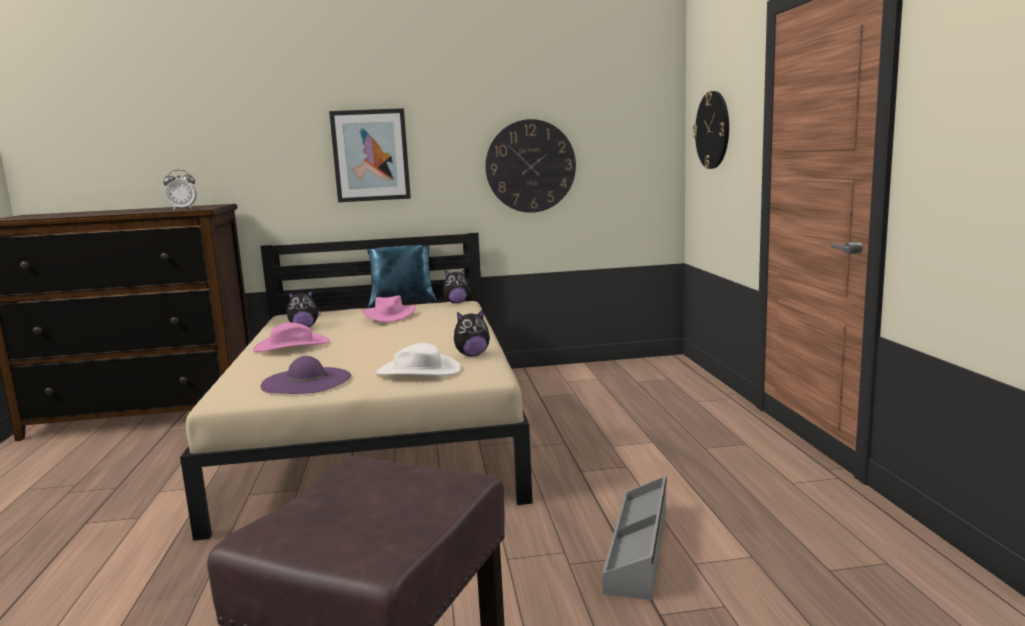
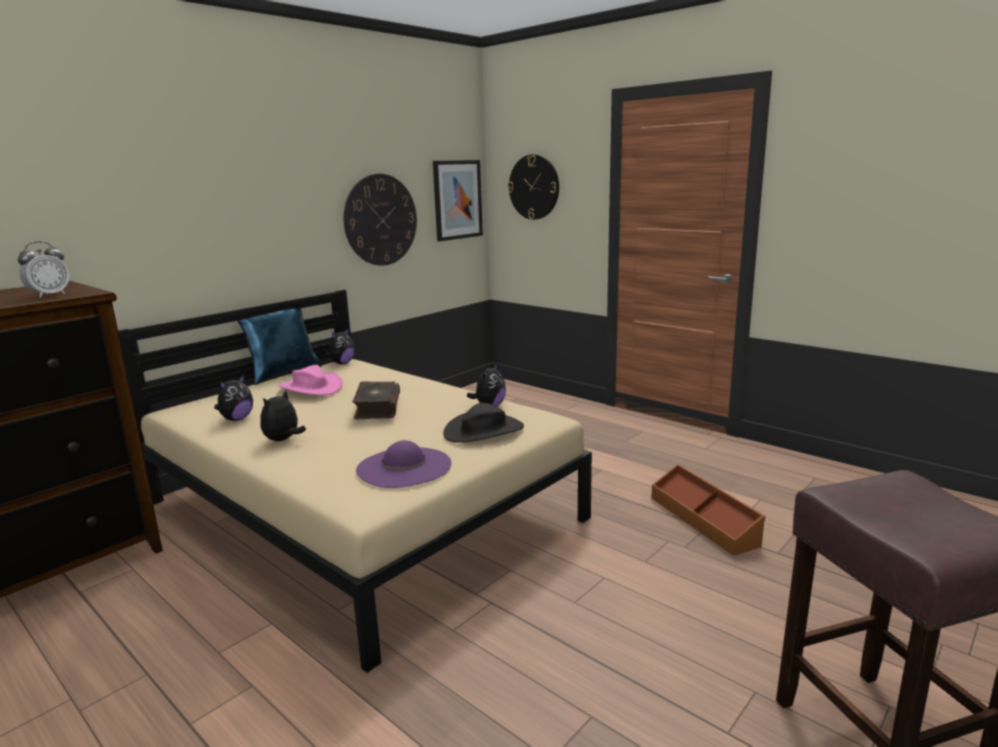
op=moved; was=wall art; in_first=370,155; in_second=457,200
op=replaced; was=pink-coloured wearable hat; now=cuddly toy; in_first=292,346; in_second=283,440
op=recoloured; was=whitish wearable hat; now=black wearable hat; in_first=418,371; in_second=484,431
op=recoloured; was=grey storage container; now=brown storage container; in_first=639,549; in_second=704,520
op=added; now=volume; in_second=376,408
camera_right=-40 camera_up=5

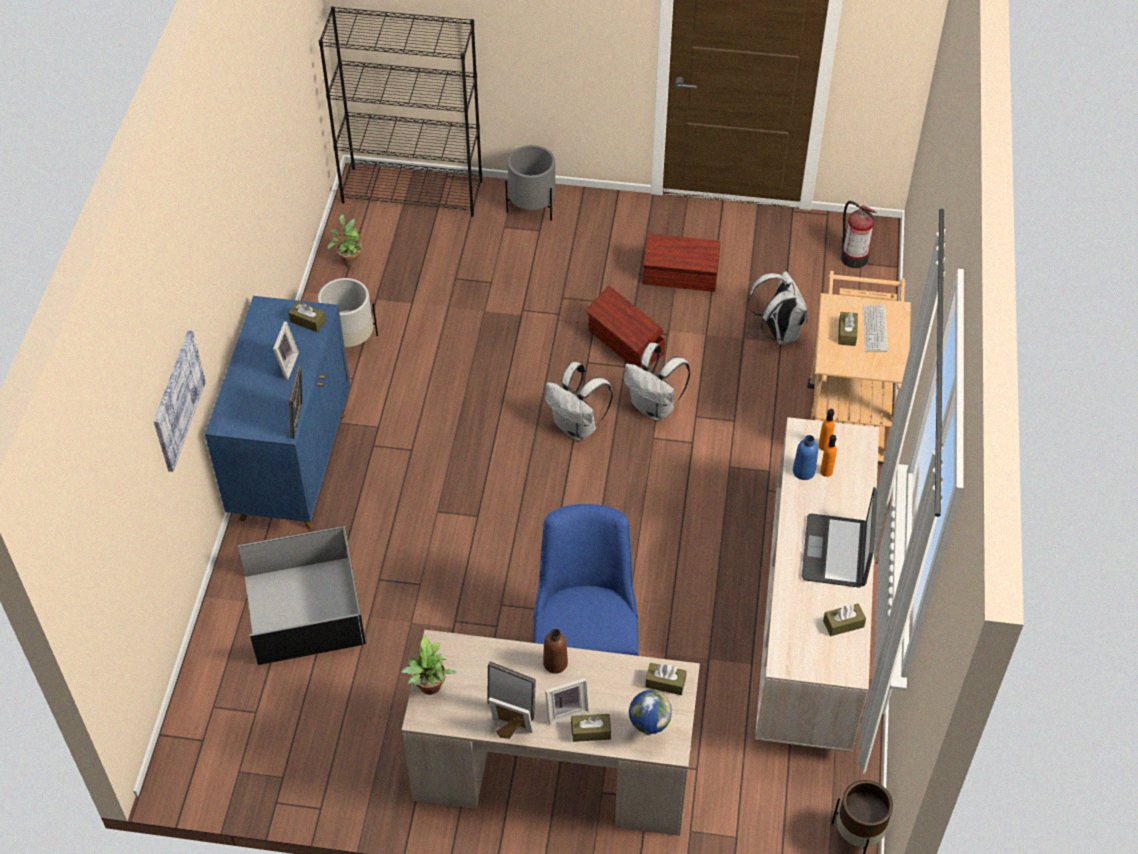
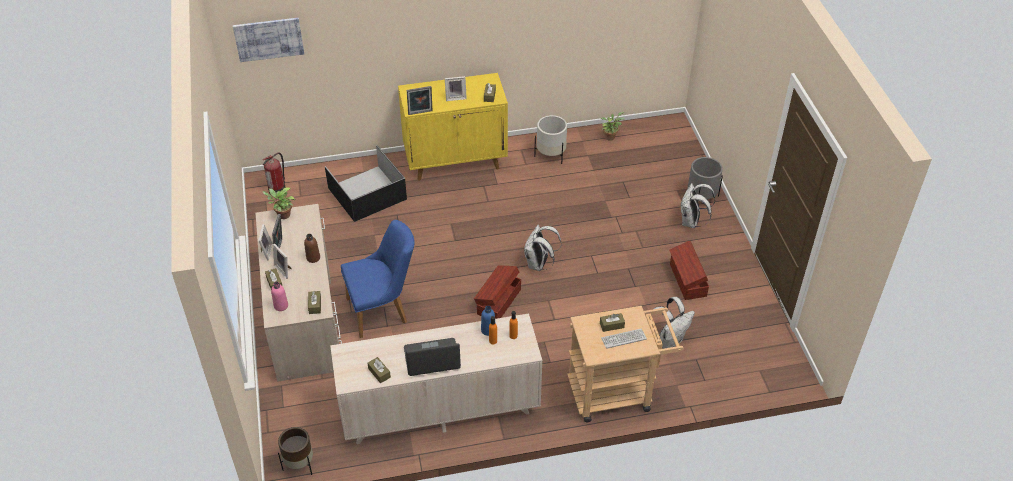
op=removed; was=black bookshelf; in_first=413,191
op=moved; was=extinguisher; in_first=853,257; in_second=278,189
op=moved; was=brown storage container; in_first=625,343; in_second=498,302
op=recoloured; was=blue storage cabinet; now=yellowish storage cabinet; in_first=293,465; in_second=456,161
op=moved; was=wall art; in_first=177,400; in_second=269,39
op=moved; was=whitish rucksack; in_first=654,407; in_second=691,222
op=replaced; was=globe; now=pink-coloured bottle; in_first=648,732; in_second=281,306
camera_right=70 camera_up=-5

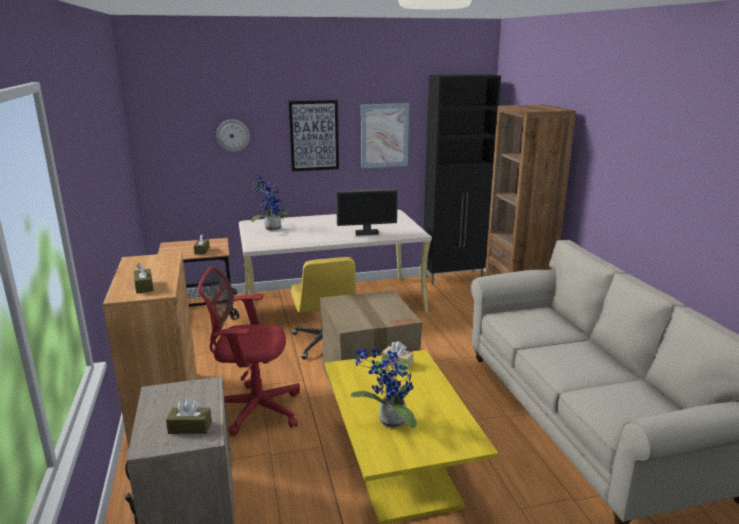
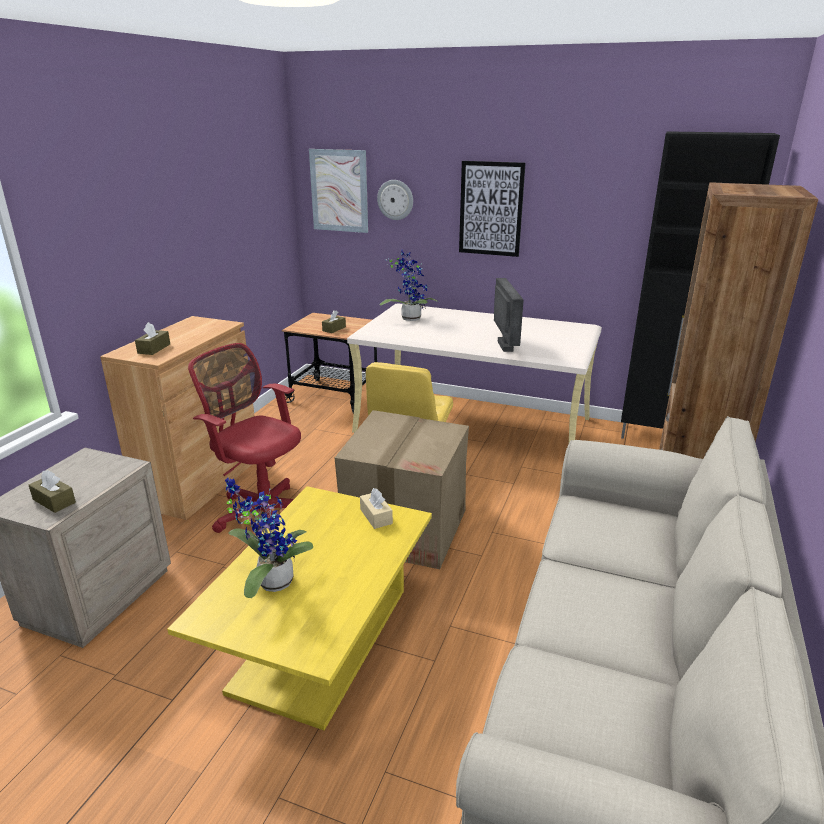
op=moved; was=wall art; in_first=384,135; in_second=339,191
op=turned; was=computer display; in_first=366,233; in_second=504,346; clockwise=-120
camera_right=35 camera_up=5

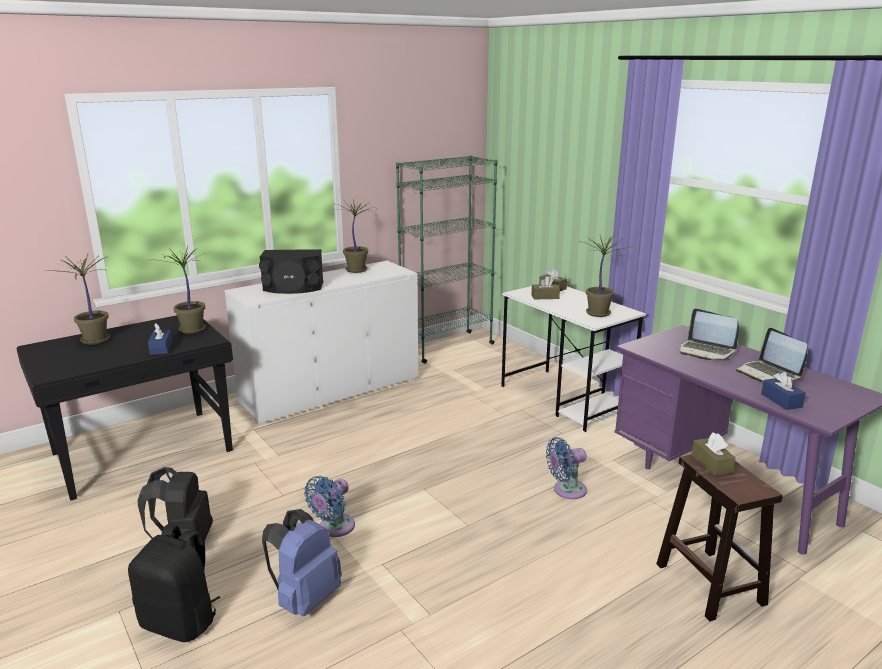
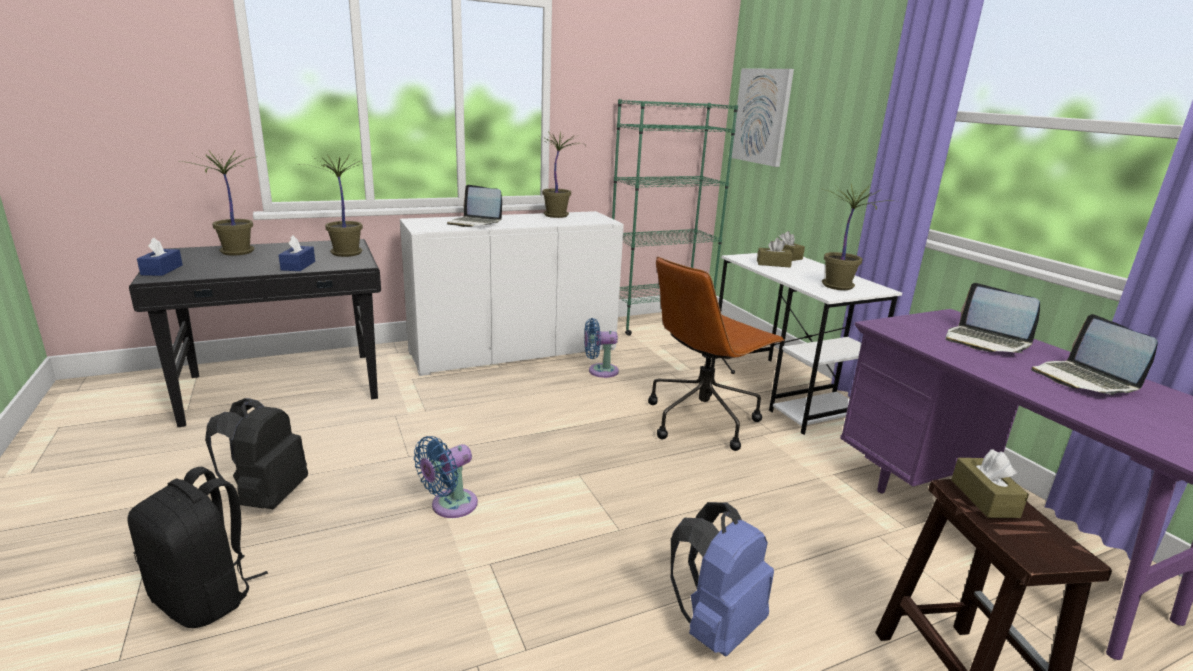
op=replaced; was=black audio speaker; now=laptop; in_first=293,287; in_second=475,223
op=moved; was=blue tissue box; in_first=781,400; in_second=162,270
op=moved; was=blue fan; in_first=566,490; in_second=599,371
op=moved; was=blue rucksack; in_first=305,598; in_second=716,626
op=added; now=wall art; in_second=762,116
op=added; now=brown computer chair; in_second=702,420
camera_right=10 camera_up=0

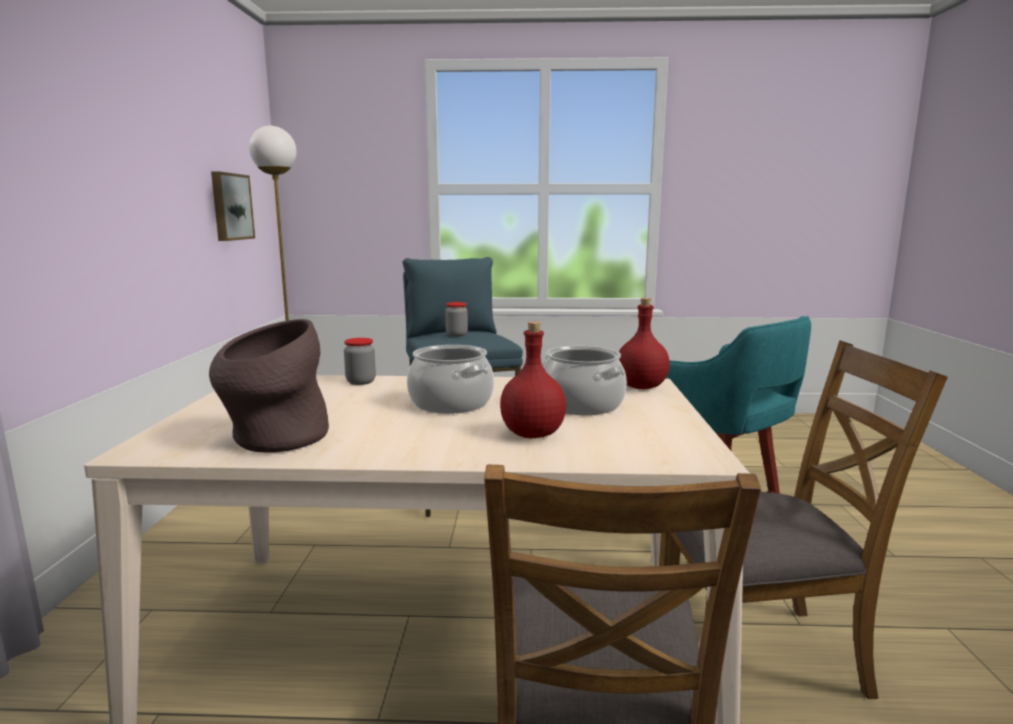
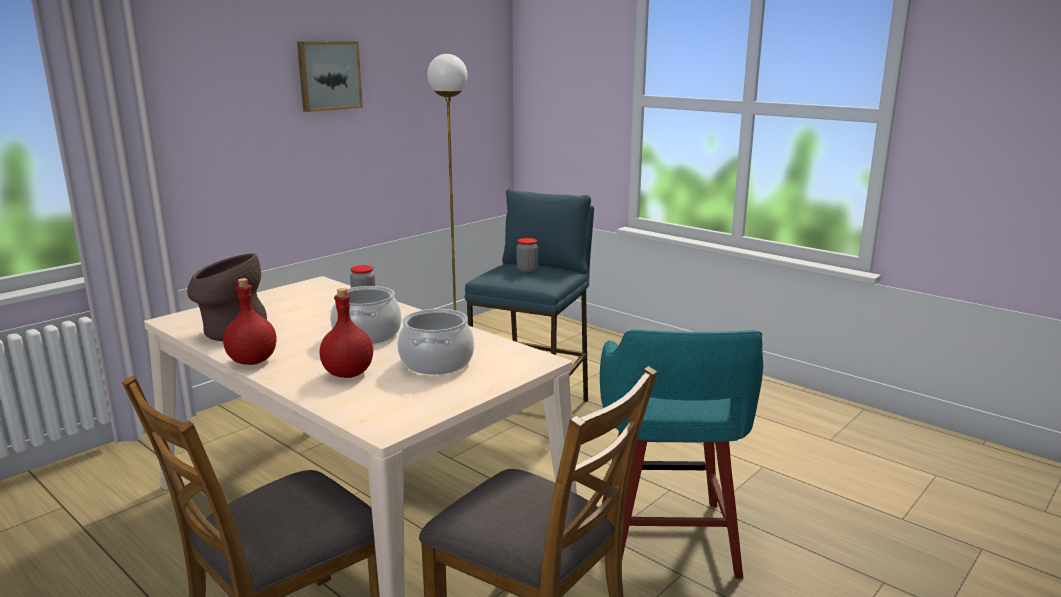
op=moved; was=wall art; in_first=230,207; in_second=328,75
op=moved; was=red bottle; in_first=640,387; in_second=252,361
camera_right=40 camera_up=5

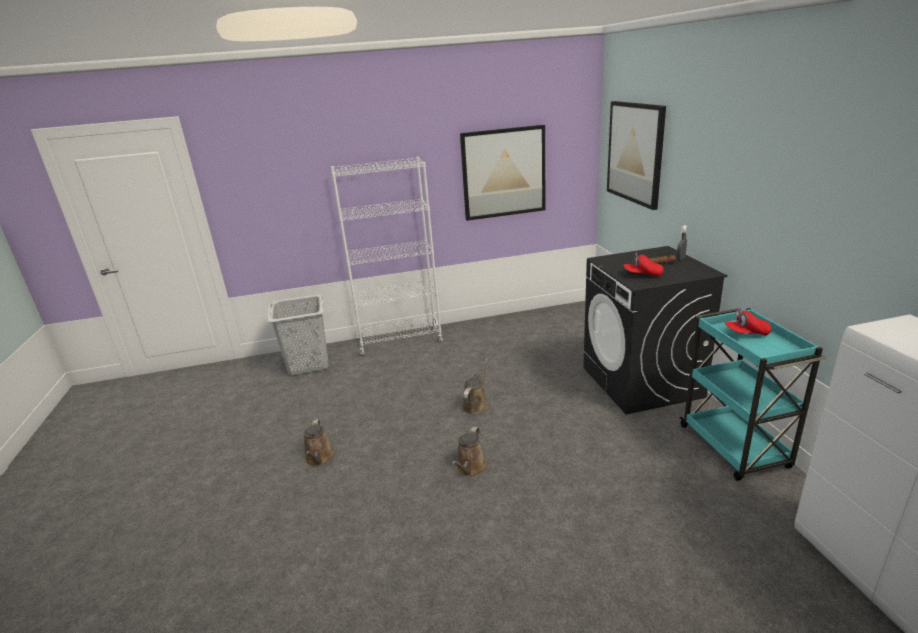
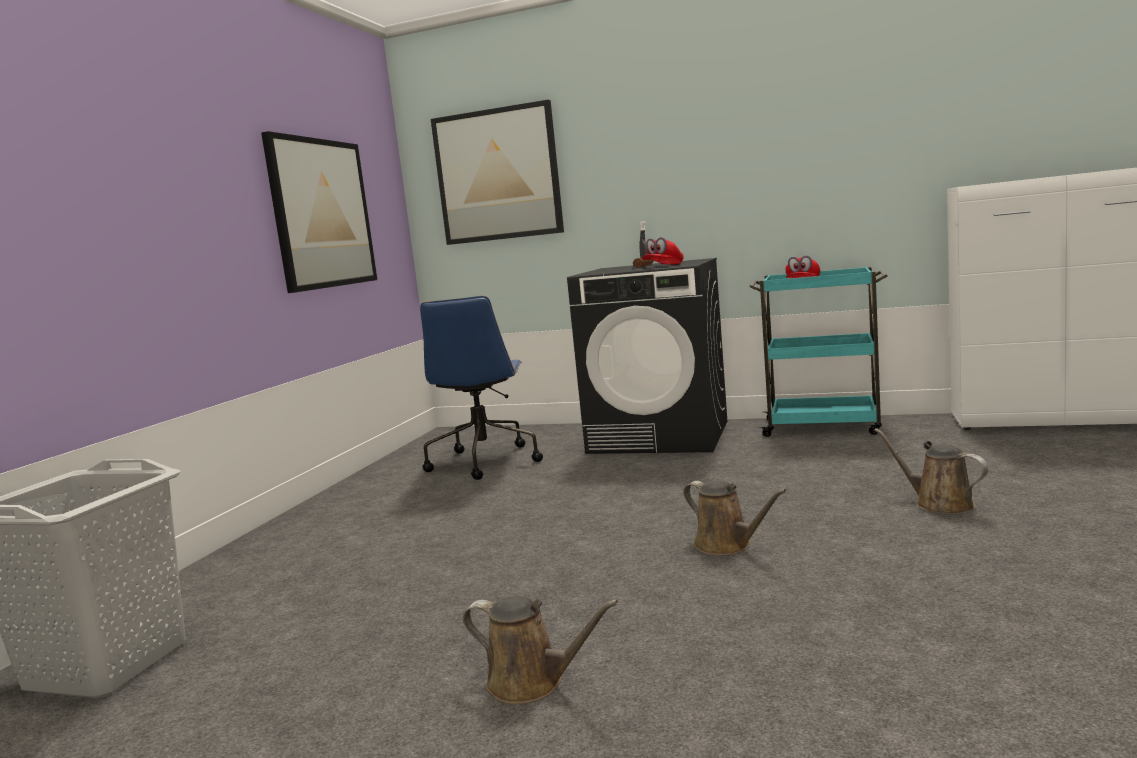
op=removed; was=whitish bookshelf; in_first=400,341
op=moved; was=brown sprinkling can; in_first=475,404; in_second=939,504
op=added; now=blue computer chair; in_second=484,461
camera_right=-60 camera_up=-15

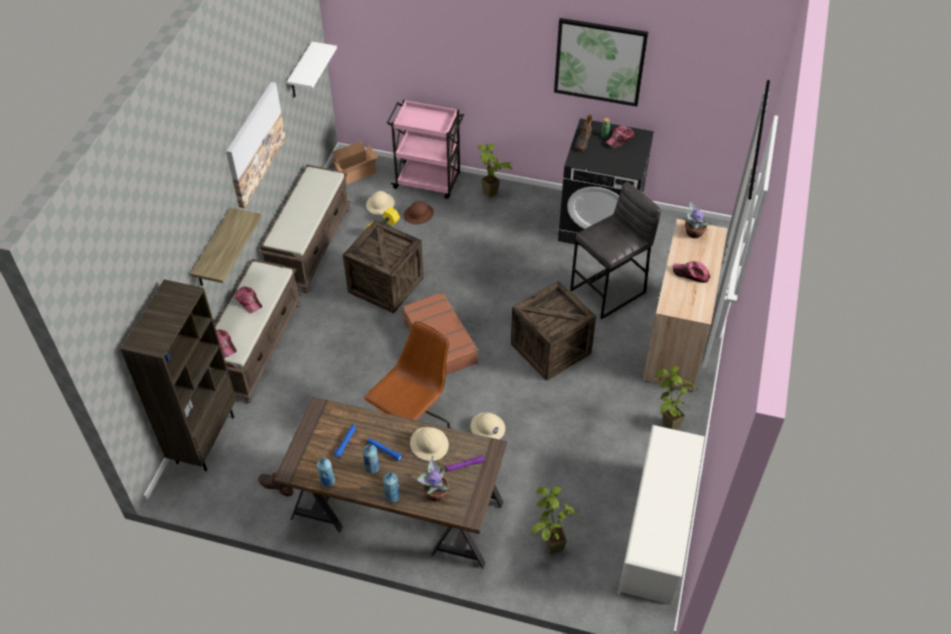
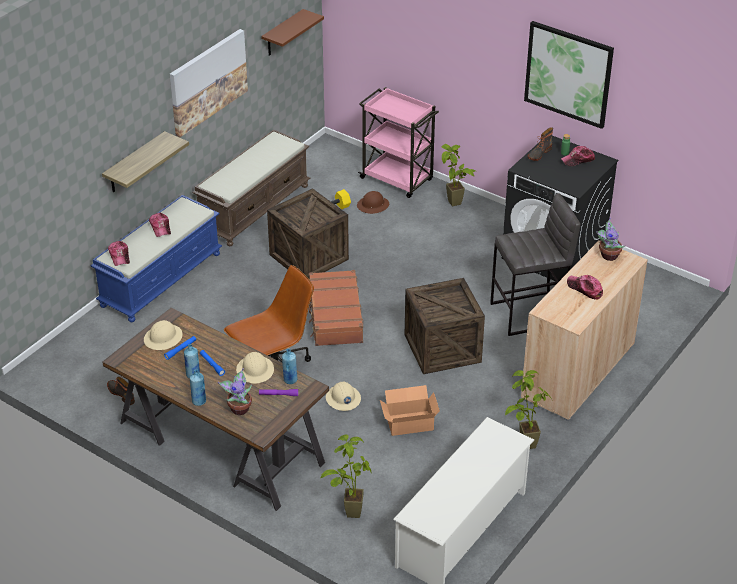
op=recoloured; was=whitish shelf; now=brown shelf; in_first=301,72; in_second=282,33
op=moved; was=cardboard box; in_first=355,171; in_second=408,422
op=moved; was=beige-coloured hard hat; in_first=380,204; in_second=163,338
op=recoloured; was=brown long seat; now=blue long seat; in_first=256,346; in_second=161,279
op=removed; was=brown bookshelf; in_first=205,439
op=moved; was=blue bottle; in_first=327,482; in_second=290,380
camera_right=20 camera_up=-10

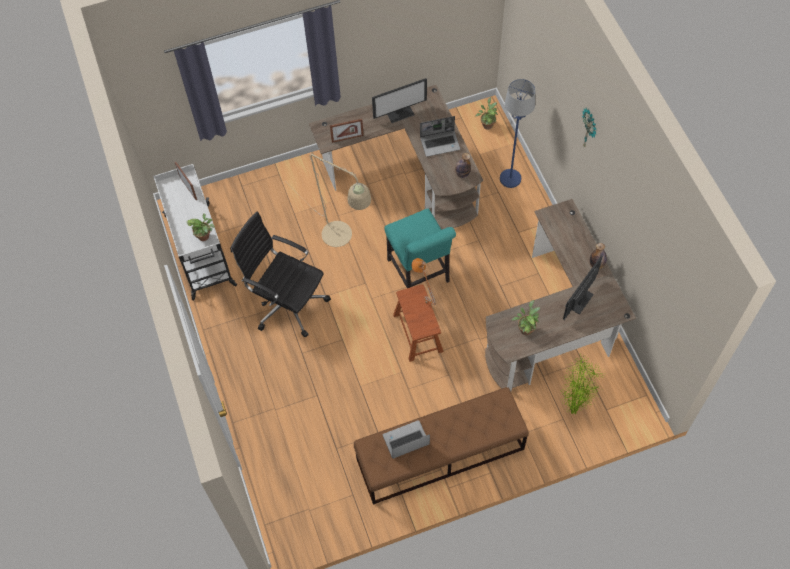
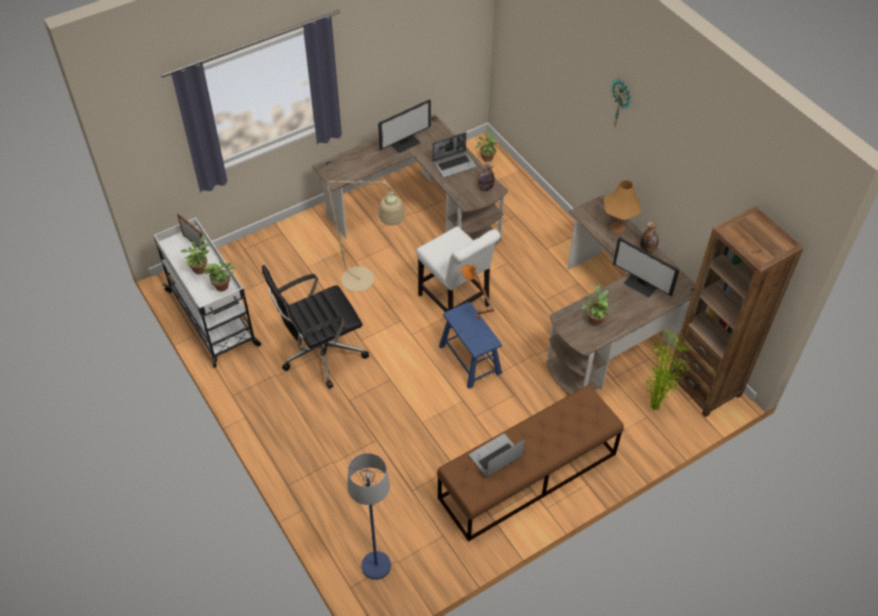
op=moved; was=blue standing lamp; in_first=510,178; in_second=376,565
op=removed; was=picture frame; in_first=347,138
op=recoloured; was=blue-green chair; now=whitish chair; in_first=419,273; in_second=456,302
op=turned; was=black computer chair; in_first=287,303; in_second=321,353; clockwise=-45
op=turned; was=computer display; in_first=579,300; in_second=641,285; clockwise=-75
op=recoloured; was=brown sitting stool; now=blue sitting stool; in_first=418,333; in_second=470,359
op=added; now=orange table lamp; in_second=617,227
op=added; now=brown bookshelf; in_second=704,385
op=added; now=plant in a pot; in_second=200,268
camera_right=-15 camera_up=-10

